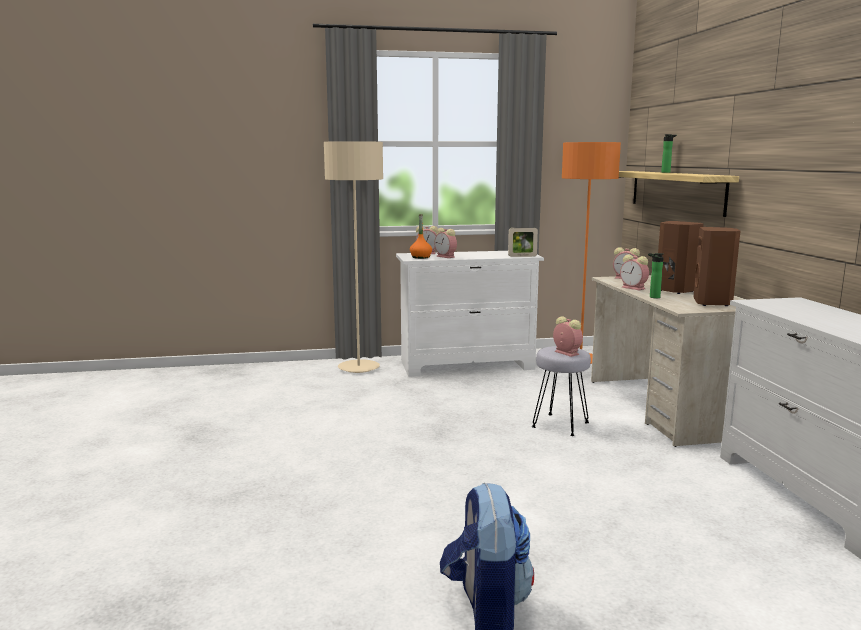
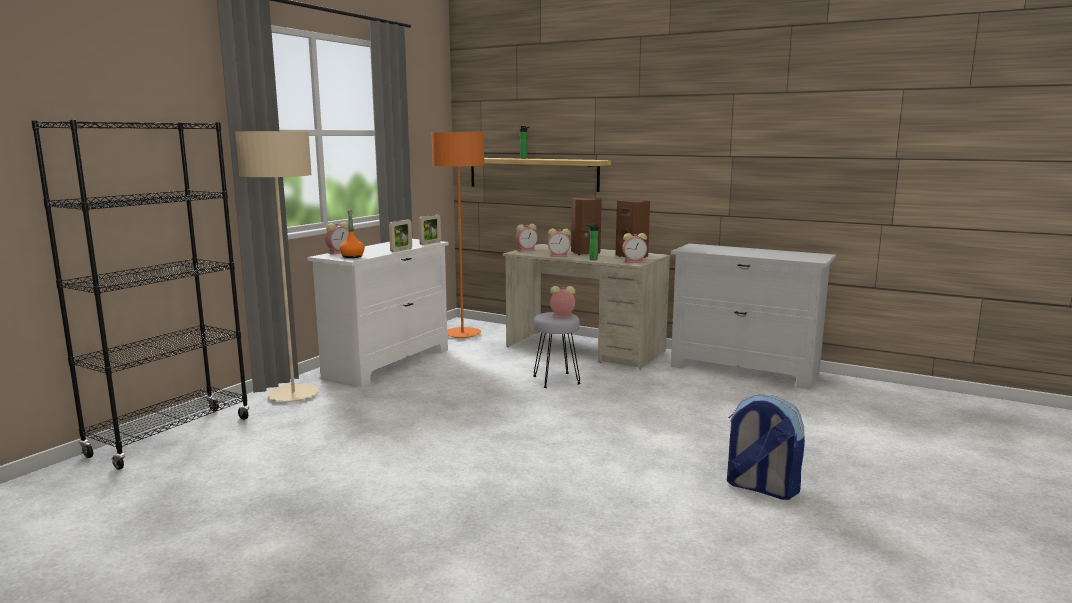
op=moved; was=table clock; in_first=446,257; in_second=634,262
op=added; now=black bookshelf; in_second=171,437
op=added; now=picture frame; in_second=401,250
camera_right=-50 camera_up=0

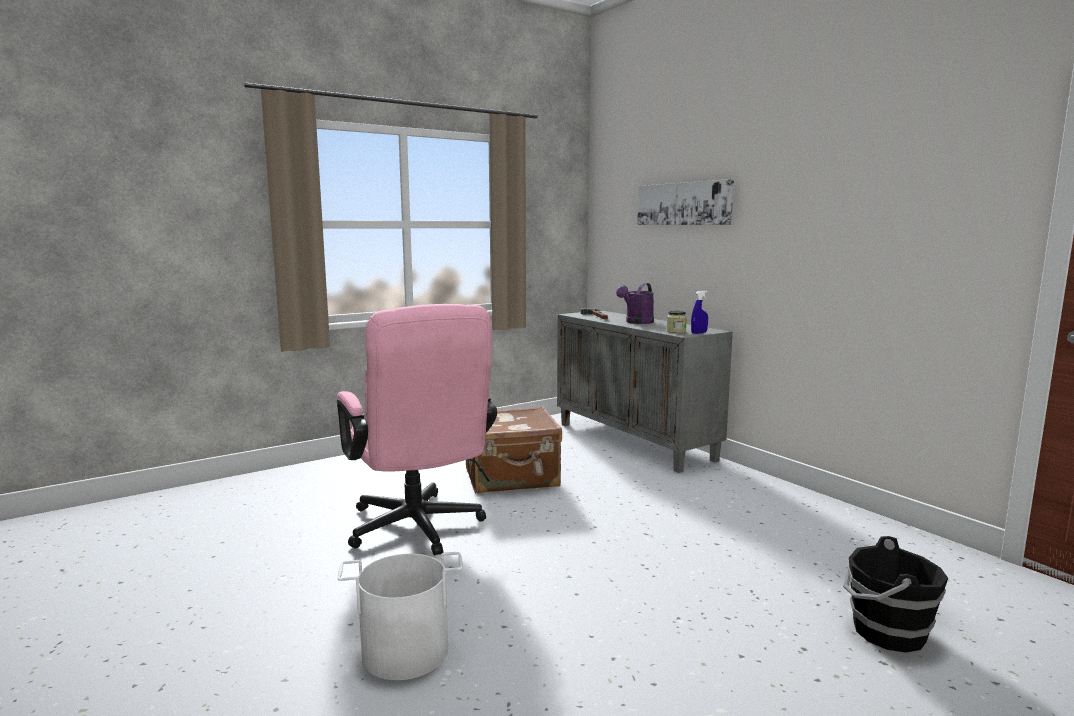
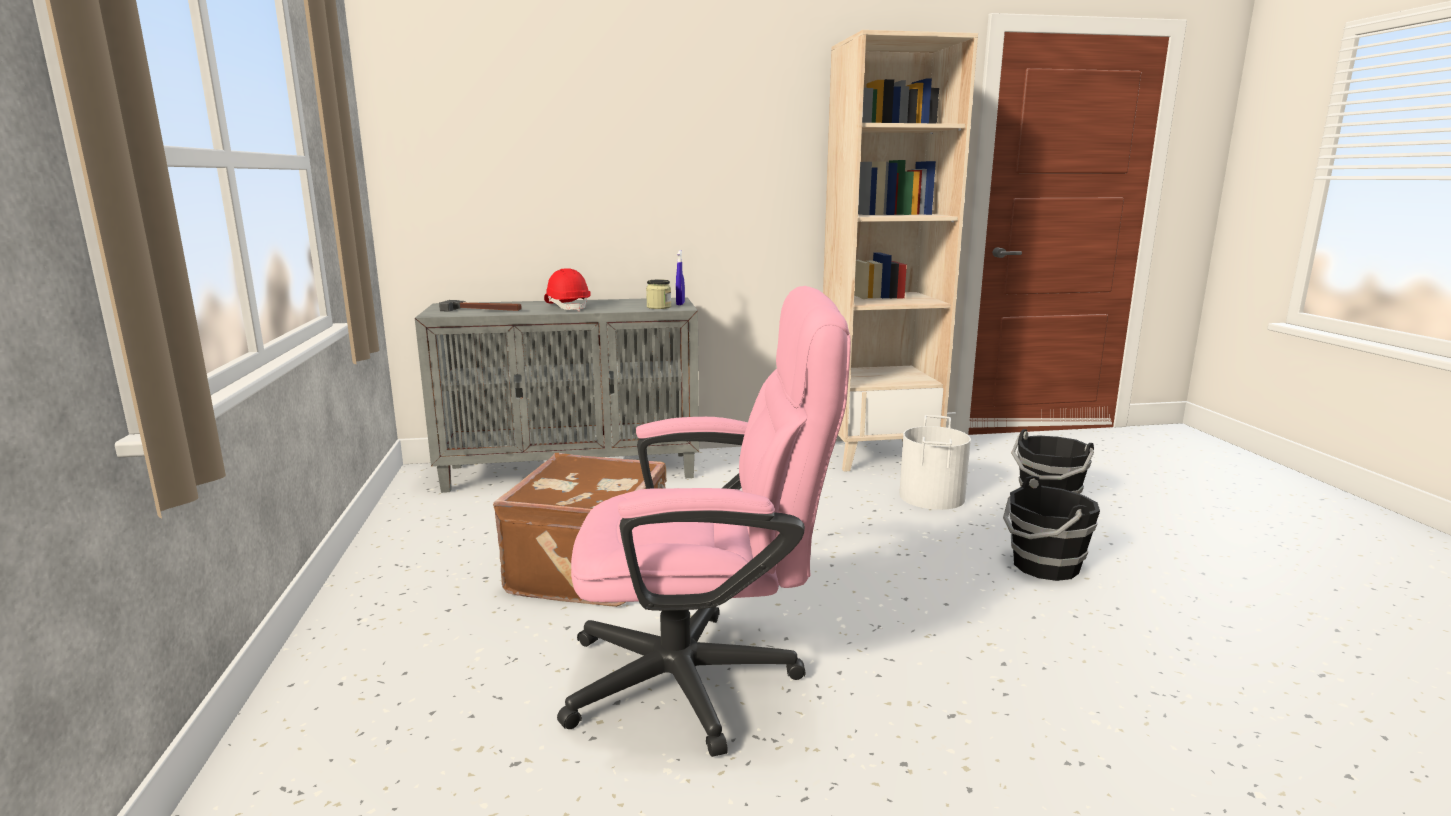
op=removed; was=wall art; in_first=683,204
op=replaced; was=purple-coloured sprinkling can; now=red hard hat; in_first=637,322; in_second=567,307
op=moved; was=whitish water bucket; in_first=405,651; in_second=930,496
op=added; now=beige-coloured bookshelf; in_second=878,454
op=added; now=black water bucket; in_second=1043,566
camera_right=-65 camera_up=5

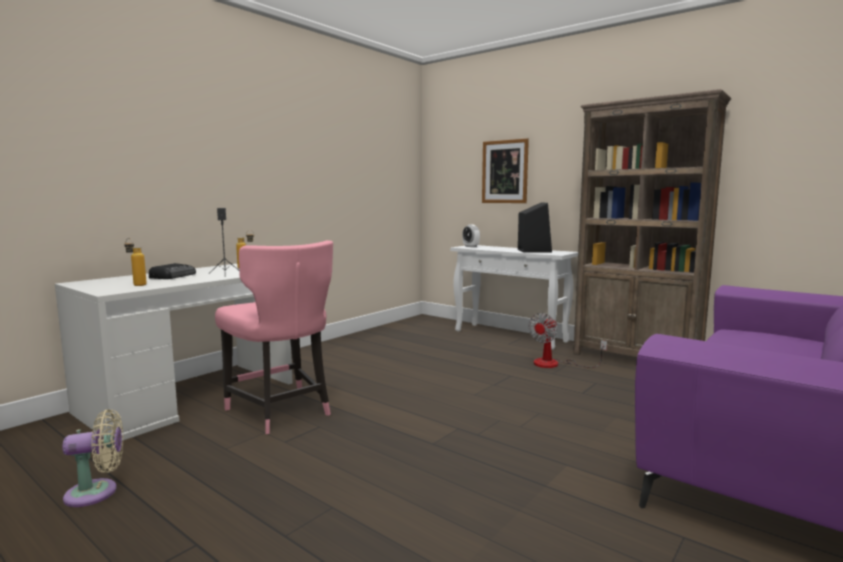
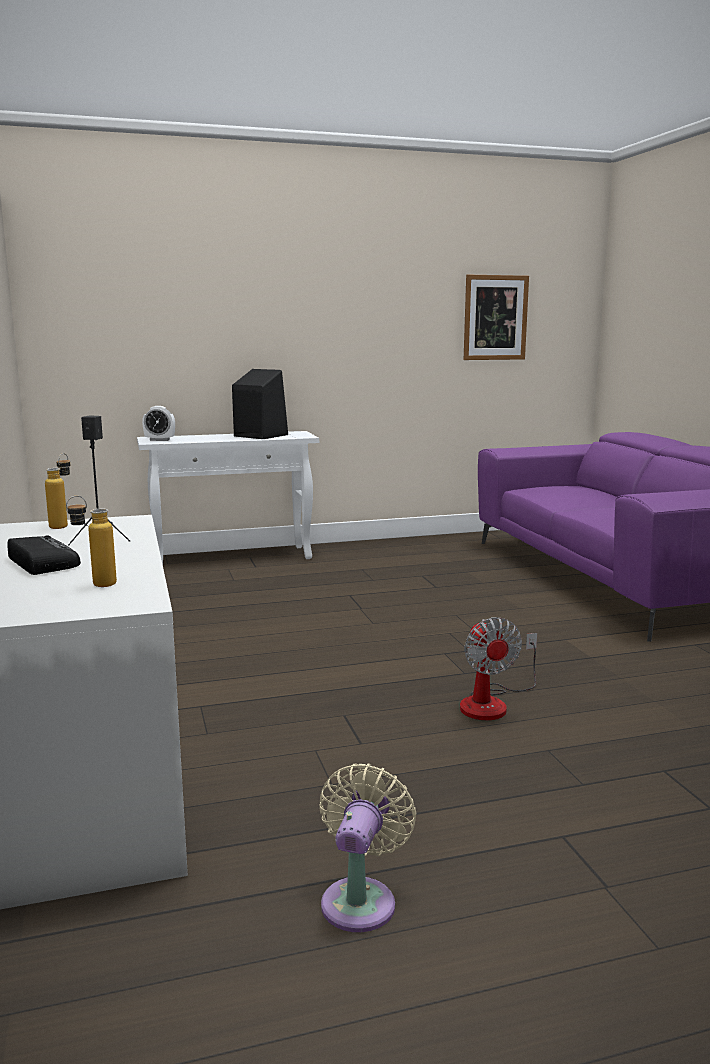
op=removed; was=brown bookshelf; in_first=636,360
op=moved; was=wall art; in_first=504,171; in_second=495,317
op=removed; was=pink-coloured chair; in_first=281,412
op=moved; was=fan; in_first=555,364; in_second=492,703
camera_right=-55 camera_up=5

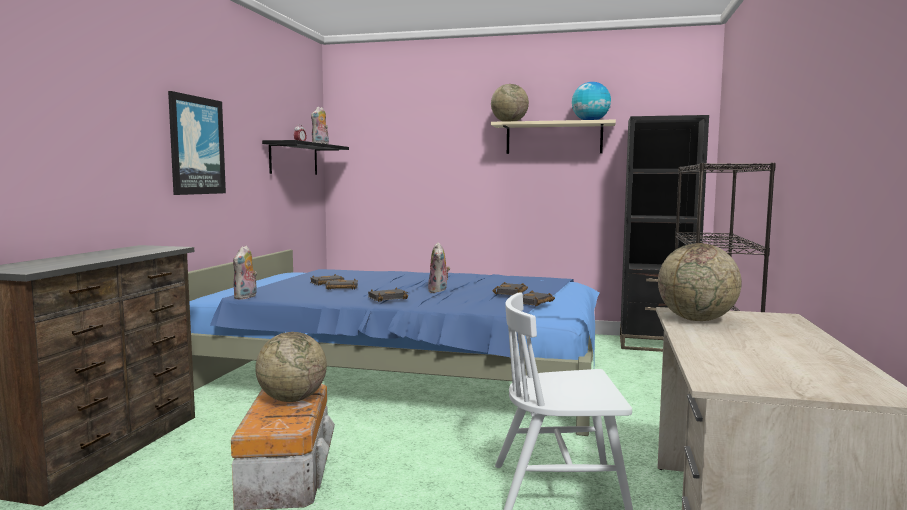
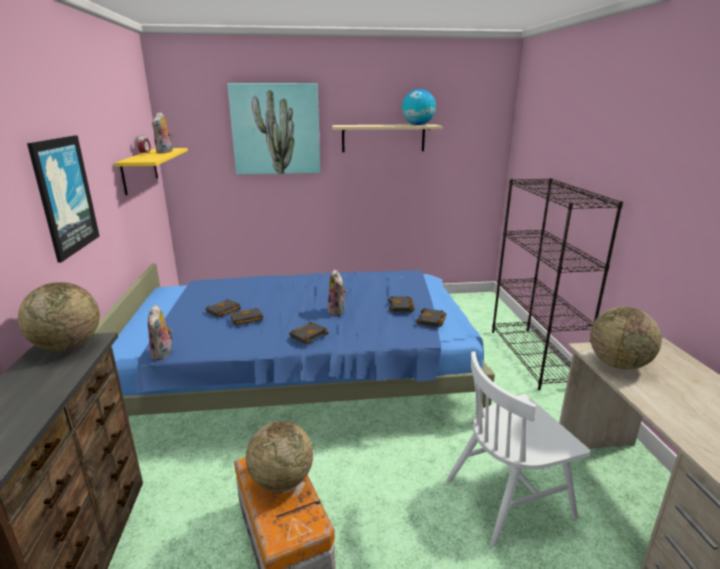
op=moved; was=globe; in_first=509,122; in_second=68,346
op=removed; was=black bookshelf; in_first=656,345
op=recoloured; was=black shelf; now=yellowish shelf; in_first=294,159; in_second=140,170
op=added; now=wall art; in_second=276,129
camera_right=-20 camera_up=15

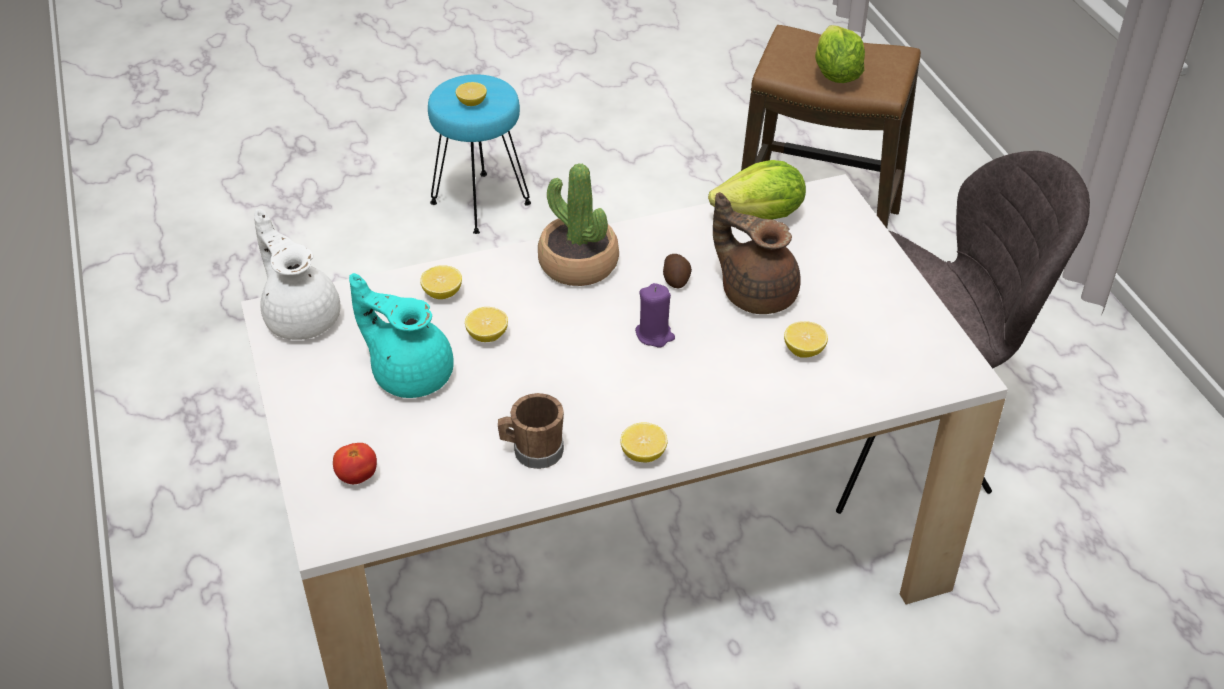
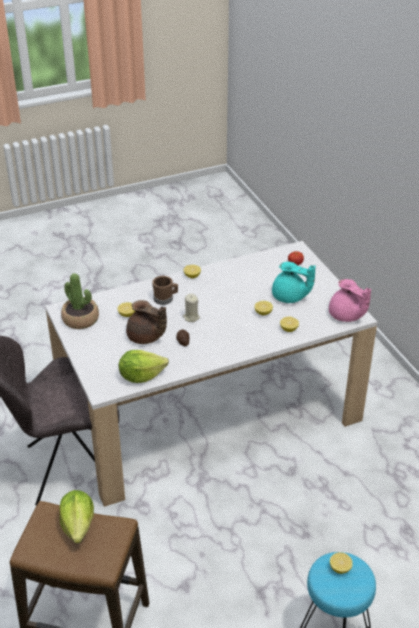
op=moved; was=plant in a pot; in_first=578,264; in_second=80,319
op=recoloured; was=whitish teapot; now=pink-coloured teapot; in_first=302,317; in_second=346,316
op=recoloured; was=purple-coloured wax candle; now=beige-coloured wax candle; in_first=654,335; in_second=191,317
op=moved; was=brown coffee mug; in_first=532,451; in_second=165,299
camera_right=175 camera_up=-5

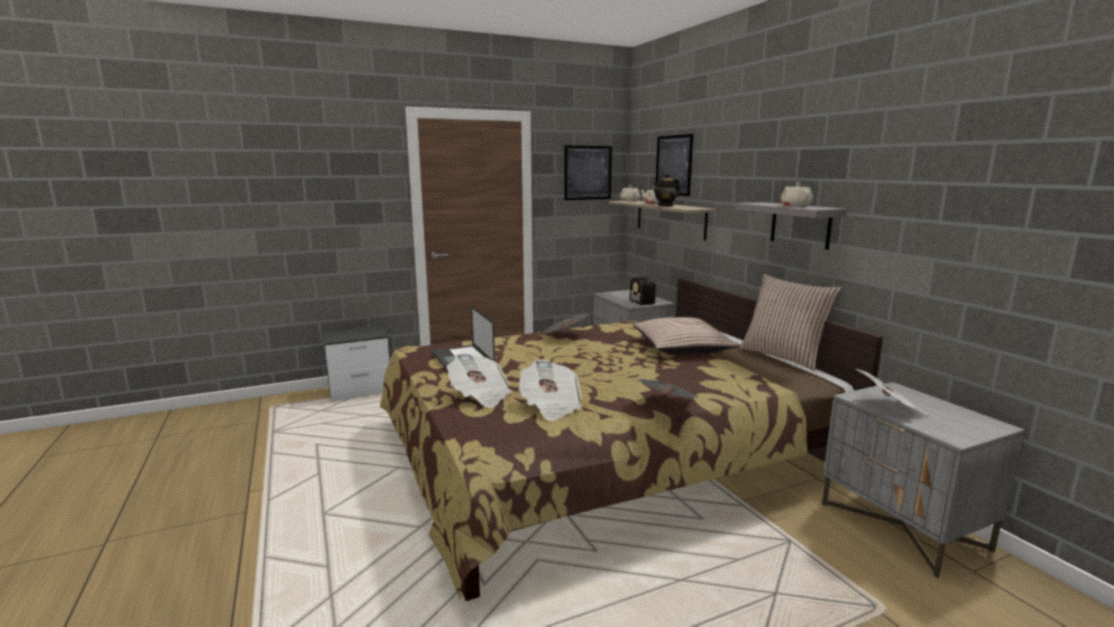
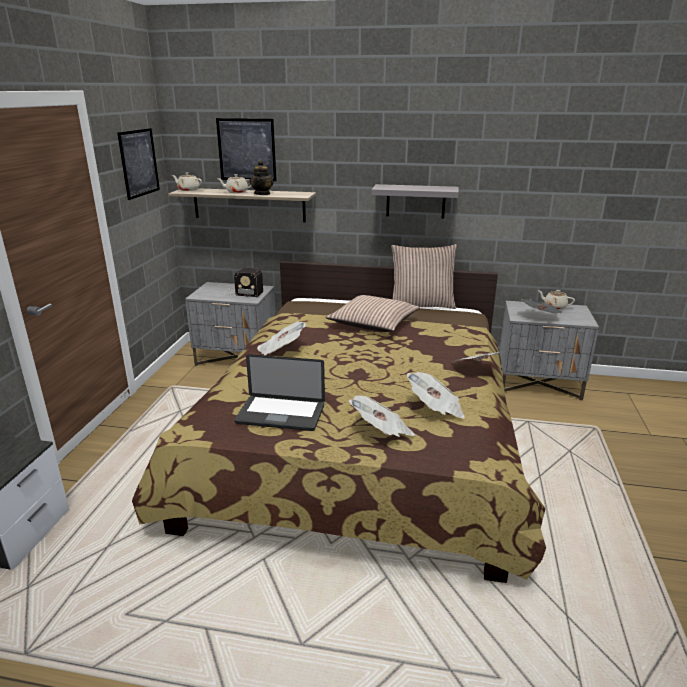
op=moved; was=beige-coloured teapot; in_first=795,206; in_second=554,307
camera_right=-55 camera_up=10

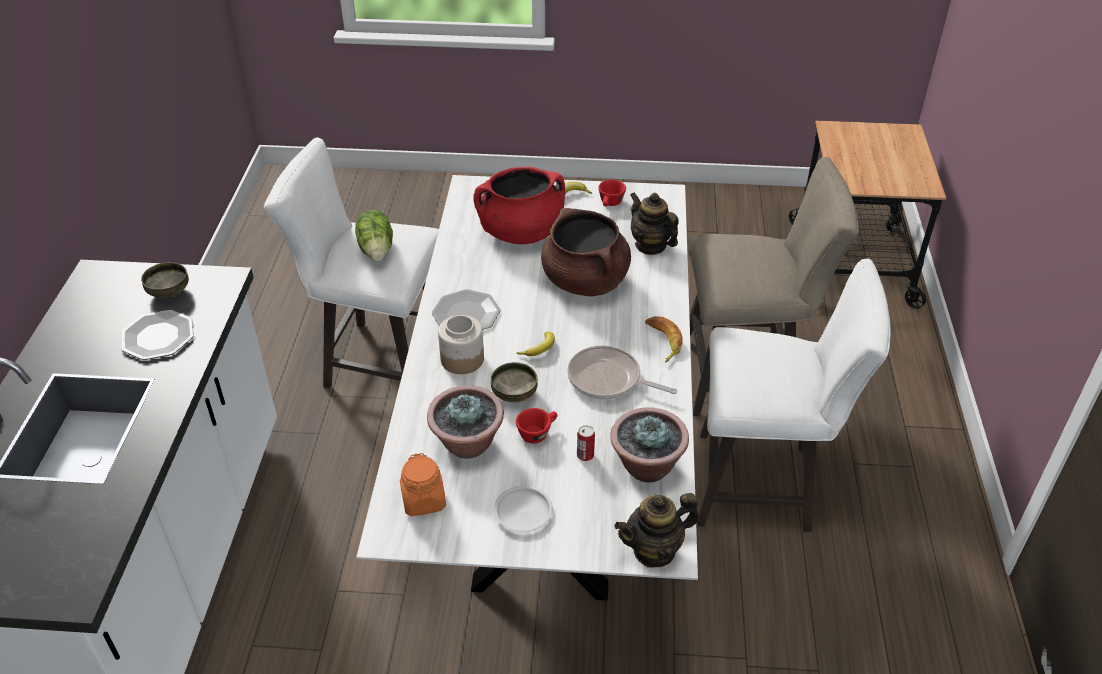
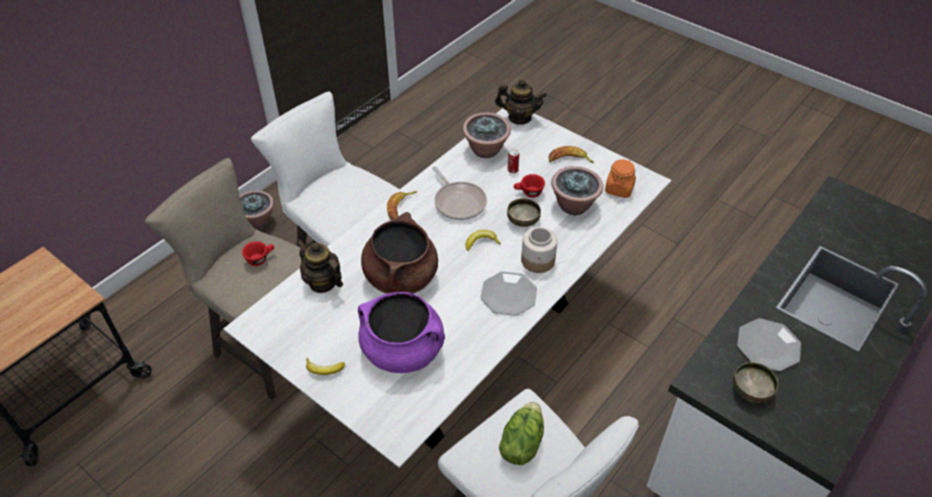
op=recoloured; was=red stockpot; now=purple-coloured stockpot; in_first=521,232; in_second=403,350
op=moved; was=red drinking cup; in_first=610,204; in_second=260,258
op=turned; was=teapot; in_first=650,245; in_second=323,282; clockwise=135
op=replaced; was=whitish dinner plate; now=banana; in_first=523,512; in_second=569,160
op=added; now=plant in a pot; in_second=257,221
camera_right=-145 camera_up=5

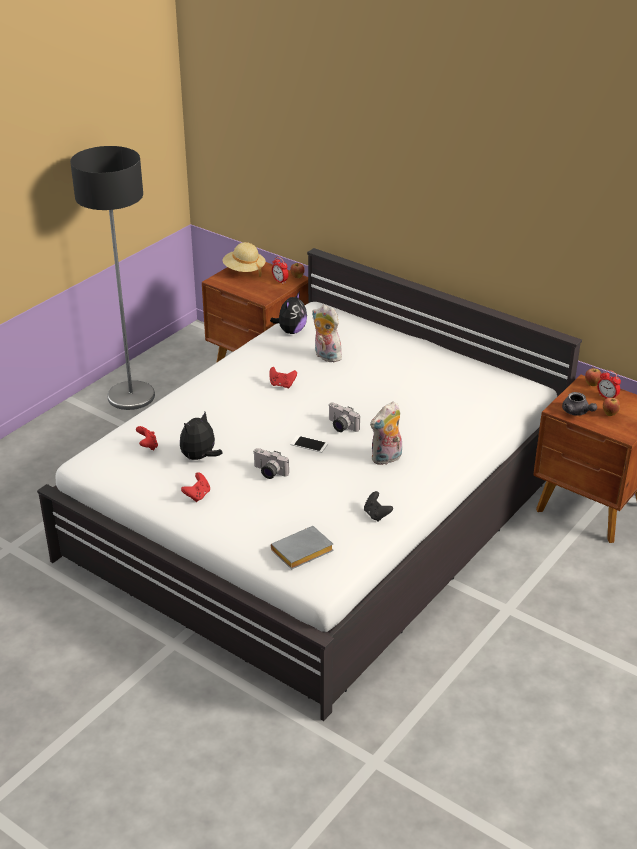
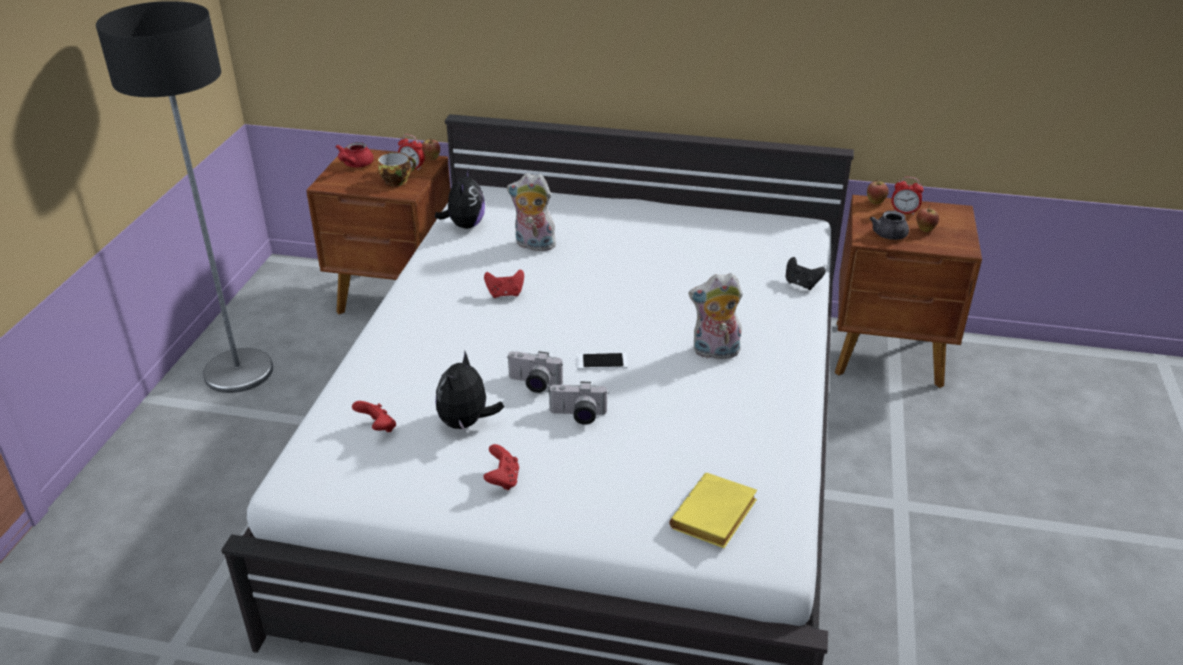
op=replaced; was=beige-coloured wearable hat; now=red teapot; in_first=244,270; in_second=355,165
op=turned; was=grey teapot; in_first=577,412; in_second=890,236; clockwise=60
op=turned; was=cuddly toy; in_first=386,459; in_second=715,353; clockwise=60
op=moved; was=photo camera; in_first=340,426; in_second=533,384
op=moved; was=black joypad; in_first=376,515; in_second=801,284
op=recoloured; was=grey volume; now=yellowish volume; in_first=301,553; in_second=715,518
op=added; now=drinking cup; in_second=397,180
camera_right=-25 camera_up=0

